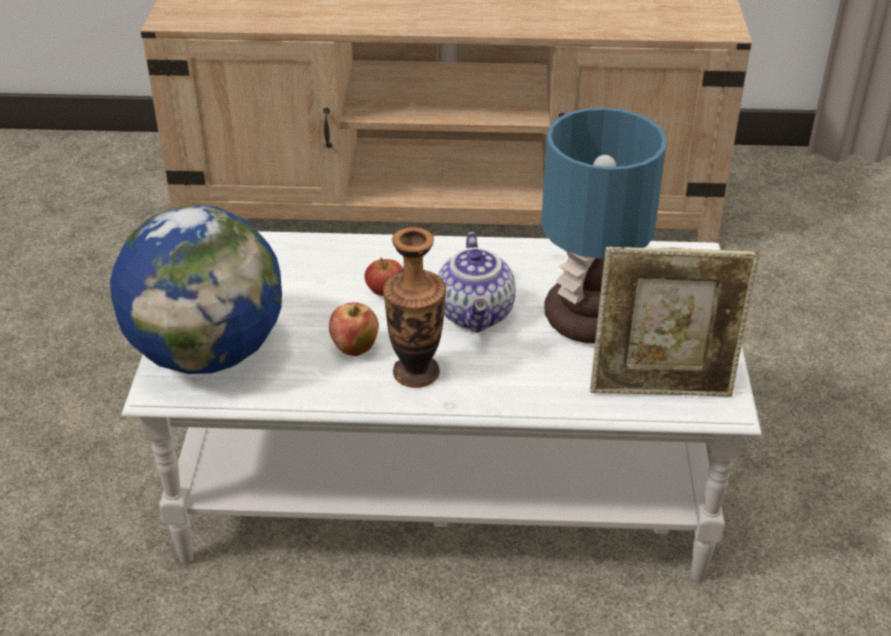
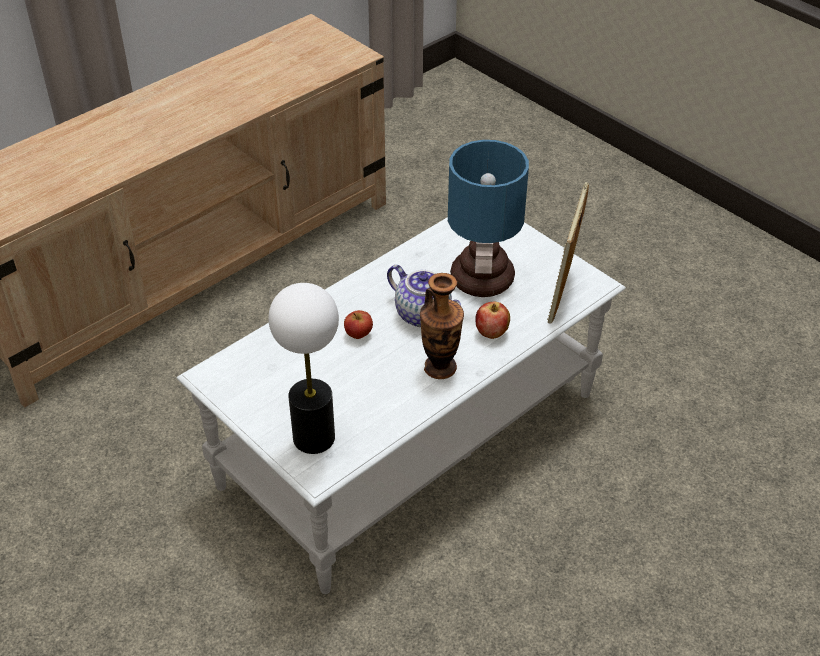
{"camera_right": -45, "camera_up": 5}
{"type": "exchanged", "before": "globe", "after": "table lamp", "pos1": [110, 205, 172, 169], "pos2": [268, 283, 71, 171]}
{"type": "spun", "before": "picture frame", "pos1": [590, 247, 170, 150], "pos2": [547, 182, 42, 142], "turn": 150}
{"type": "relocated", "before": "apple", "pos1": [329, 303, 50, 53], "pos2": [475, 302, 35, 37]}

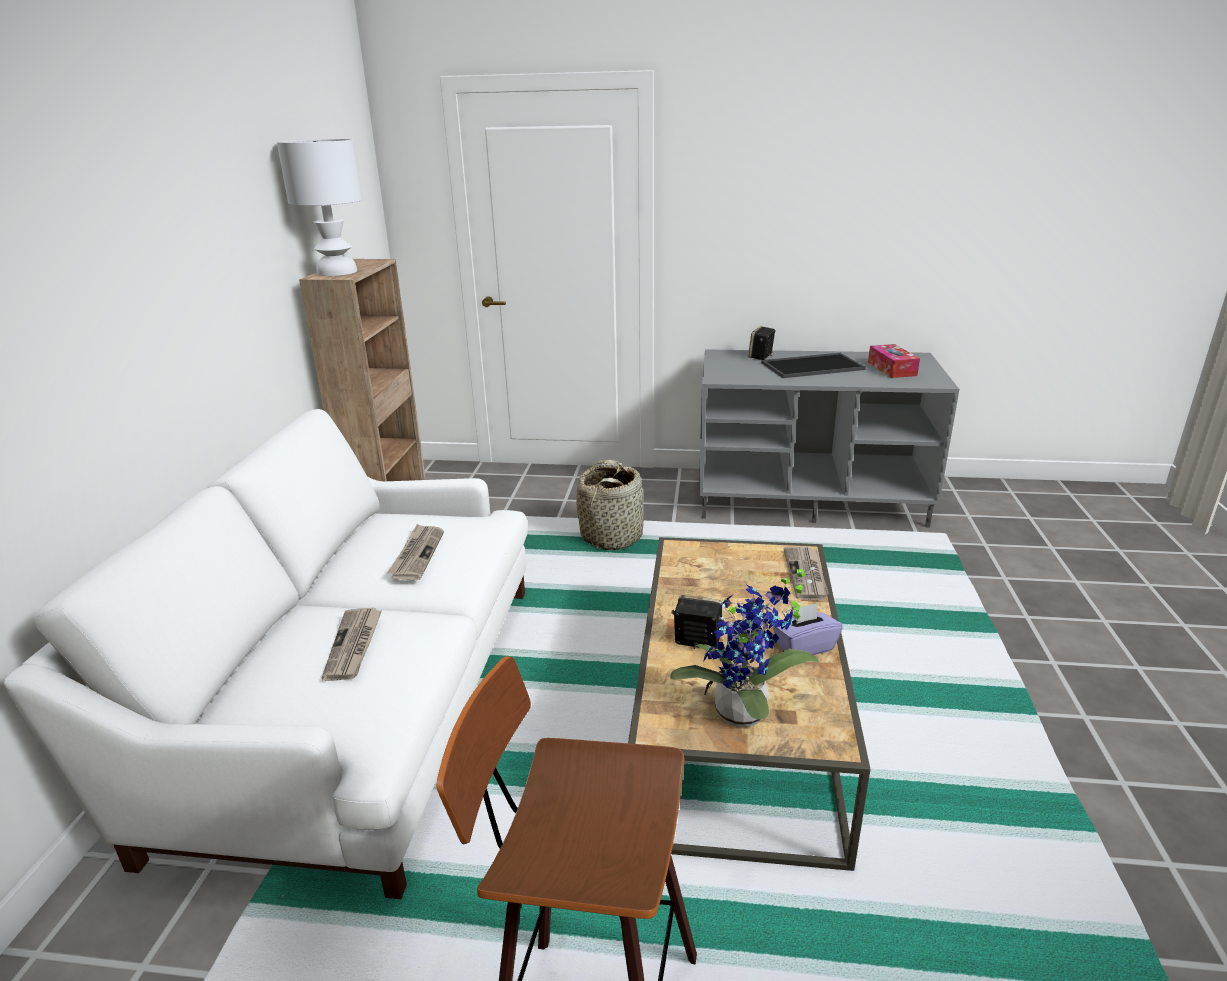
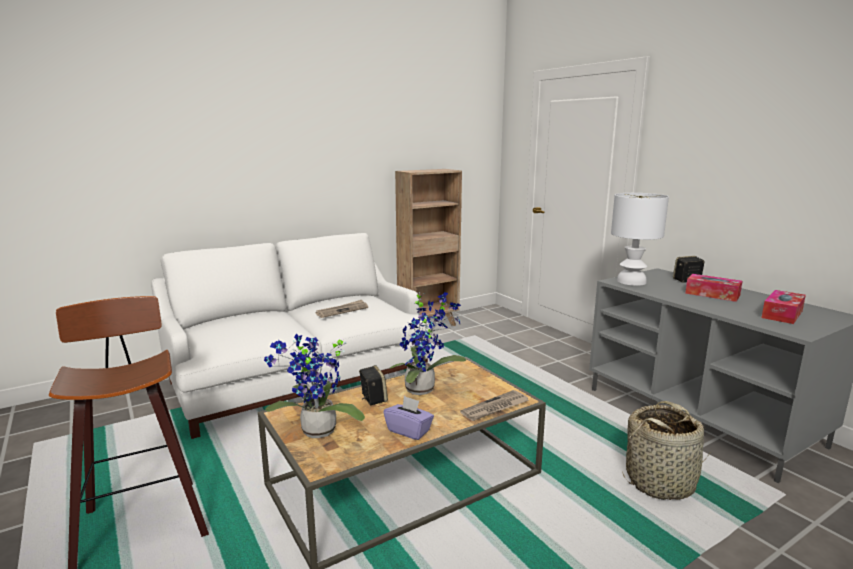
{"camera_right": 50, "camera_up": -10}
{"type": "relocated", "before": "white table lamp", "pos1": [277, 139, 85, 137], "pos2": [611, 193, 58, 93]}
{"type": "exchanged", "before": "tray", "after": "tissue box", "pos1": [761, 353, 105, 25], "pos2": [685, 274, 58, 28]}
{"type": "relocated", "before": "basket", "pos1": [576, 460, 68, 90], "pos2": [622, 401, 89, 99]}
{"type": "missing", "before": "newspaper", "pos1": [322, 608, 60, 73]}
{"type": "appeared", "after": "potted plant", "pos2": [390, 292, 76, 103]}

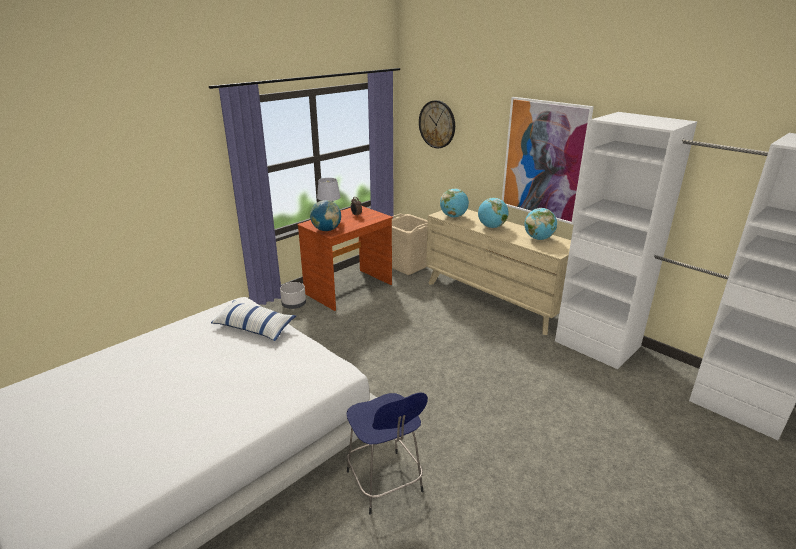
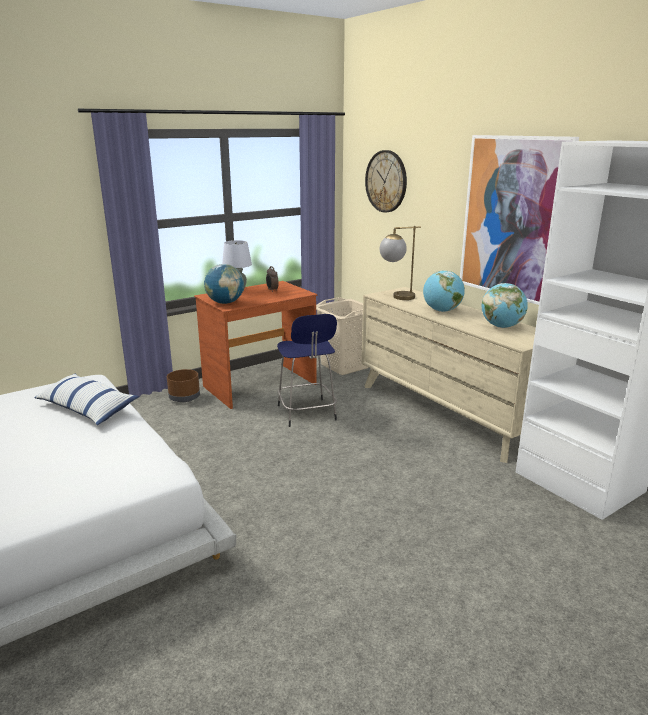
{"camera_right": 10, "camera_up": -5}
{"type": "exchanged", "before": "globe", "after": "table lamp", "pos1": [440, 188, 29, 30], "pos2": [379, 226, 42, 74]}
{"type": "colour", "before": "grey planter", "after": "brown planter", "pos1": [280, 282, 26, 27], "pos2": [167, 369, 33, 33]}
{"type": "relocated", "before": "blue stool", "pos1": [347, 393, 81, 122], "pos2": [277, 314, 60, 113]}

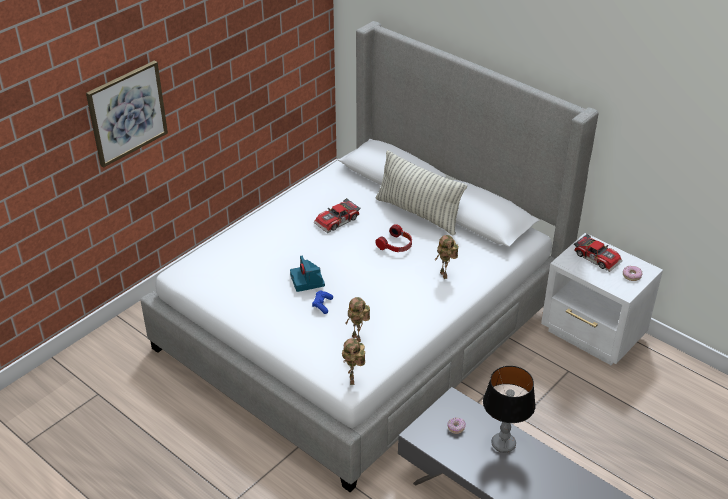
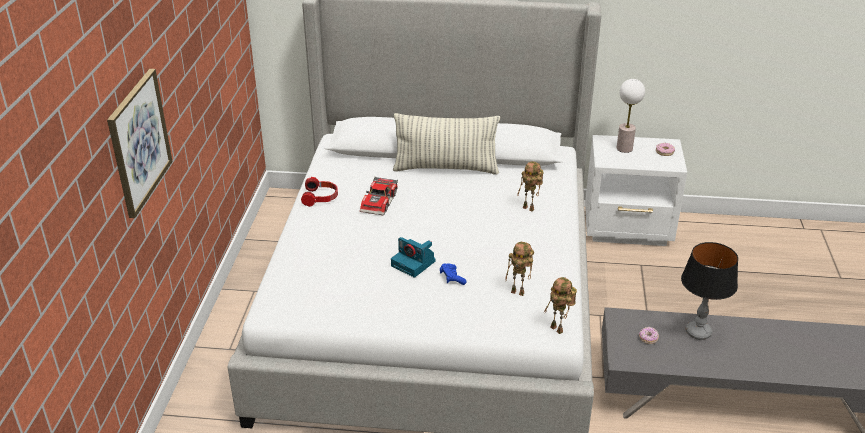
{"camera_right": -35, "camera_up": -5}
{"type": "relocated", "before": "headphones", "pos1": [375, 224, 37, 28], "pos2": [301, 177, 37, 30]}
{"type": "exchanged", "before": "toy car", "after": "table lamp", "pos1": [574, 234, 49, 38], "pos2": [617, 79, 28, 74]}

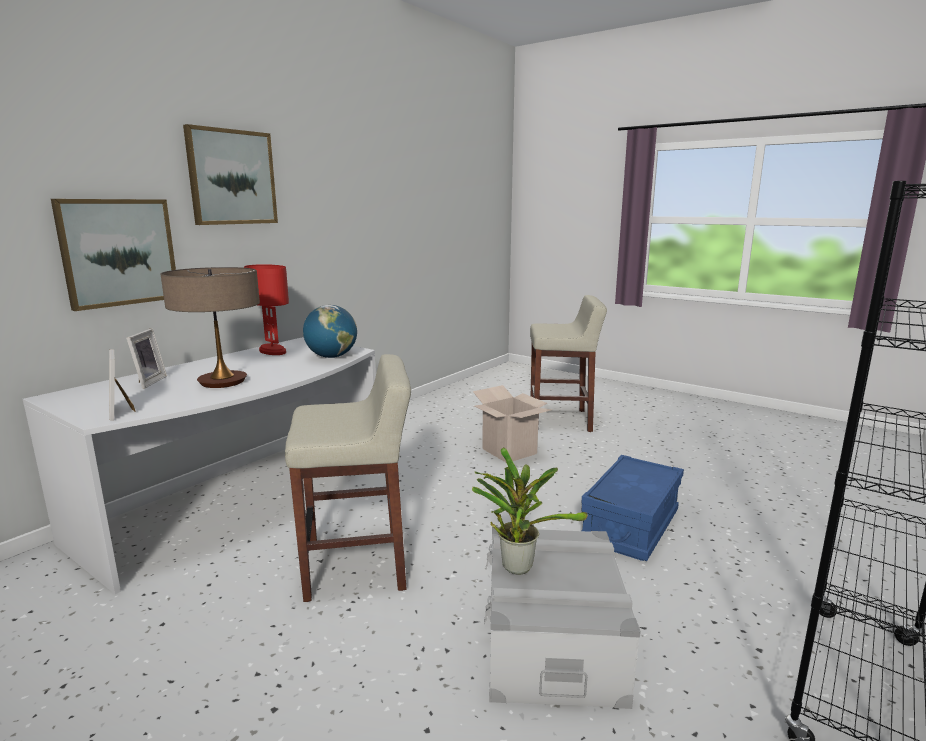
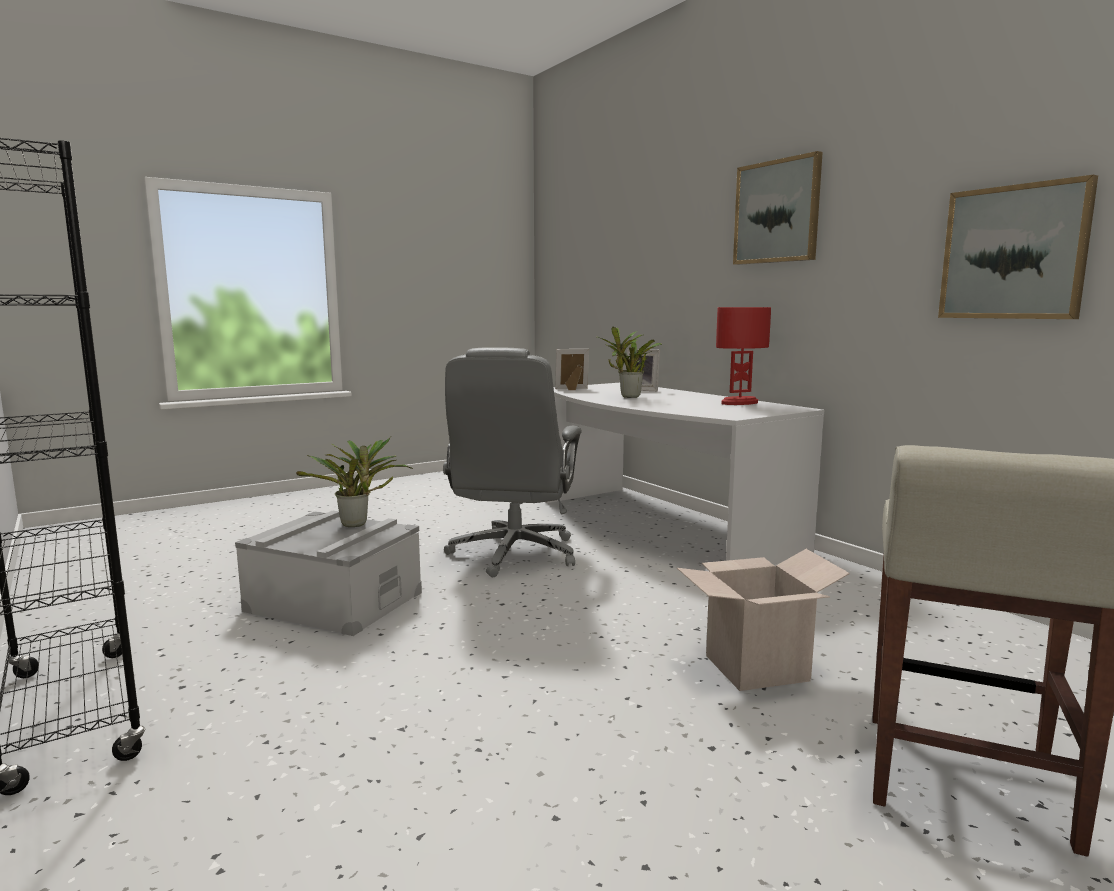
{"camera_right": 110, "camera_up": -5}
{"type": "relocated", "before": "picture", "pos1": [51, 199, 125, 112], "pos2": [938, 175, 160, 144]}
{"type": "exchanged", "before": "table lamp", "after": "potted plant", "pos1": [161, 267, 99, 121], "pos2": [596, 327, 66, 71]}
{"type": "missing", "before": "globe", "pos1": [303, 305, 54, 53]}
{"type": "exchanged", "before": "beige stool", "after": "grey office chair", "pos1": [285, 354, 126, 248], "pos2": [443, 347, 139, 230]}
{"type": "missing", "before": "blue storage box", "pos1": [581, 455, 103, 106]}

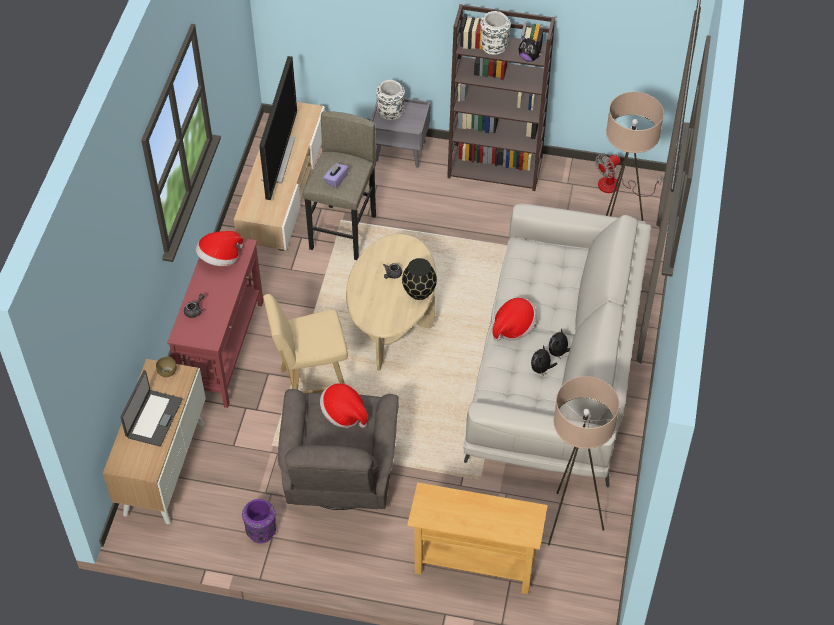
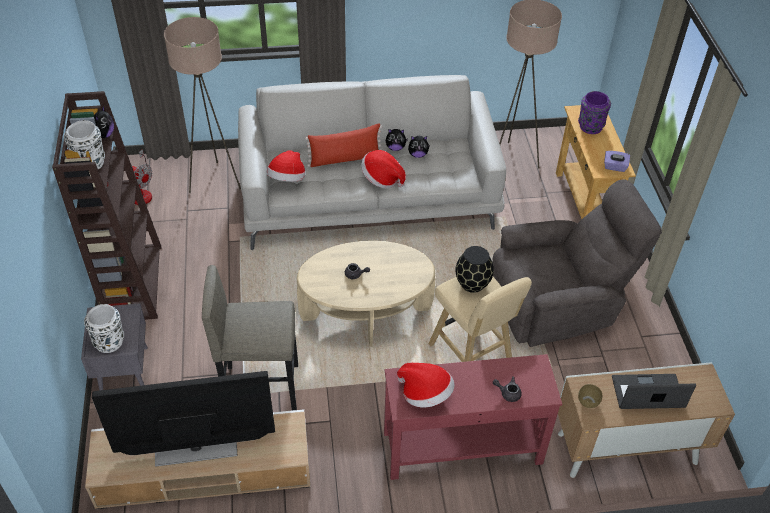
{"camera_right": -110, "camera_up": -5}
{"type": "relocated", "before": "purple tissue box", "pos1": [324, 163, 25, 25], "pos2": [604, 151, 26, 21]}
{"type": "relocated", "before": "black vase", "pos1": [402, 258, 35, 42], "pos2": [455, 246, 39, 47]}
{"type": "relocated", "before": "hat", "pos1": [320, 383, 48, 45], "pos2": [266, 150, 39, 32]}
{"type": "relocated", "before": "purple vase", "pos1": [242, 499, 34, 44], "pos2": [578, 91, 33, 43]}
{"type": "appeared", "after": "red pillow", "pos2": [305, 123, 77, 44]}

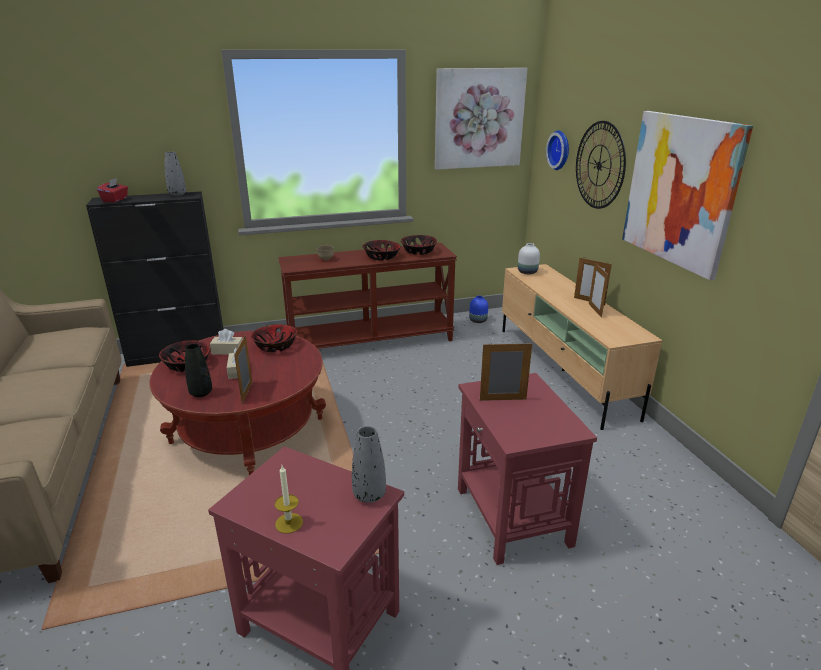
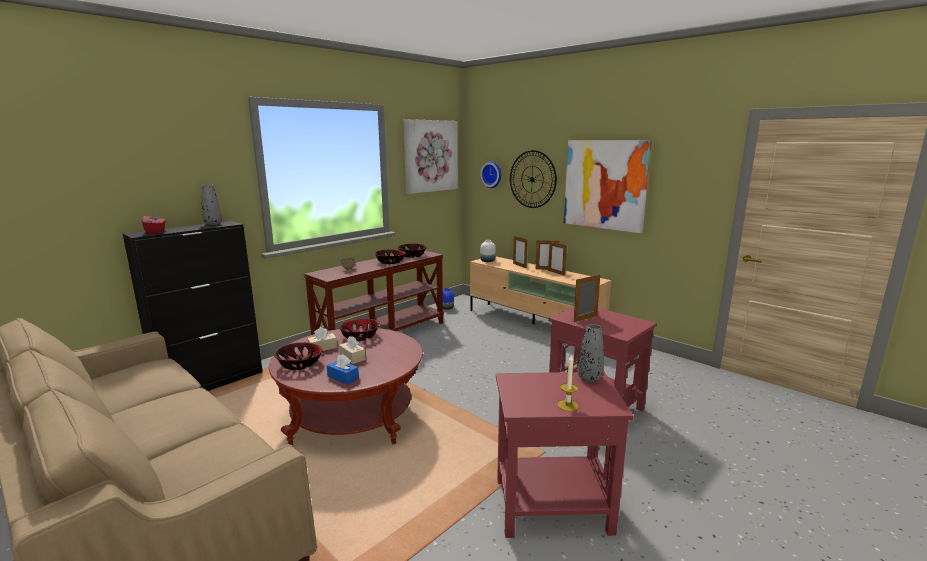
{"camera_right": -30, "camera_up": -10}
{"type": "relocated", "before": "picture frame", "pos1": [234, 335, 18, 69], "pos2": [513, 236, 15, 32]}
{"type": "exchanged", "before": "black vase", "after": "blue tissue box", "pos1": [185, 344, 27, 53], "pos2": [327, 354, 32, 31]}

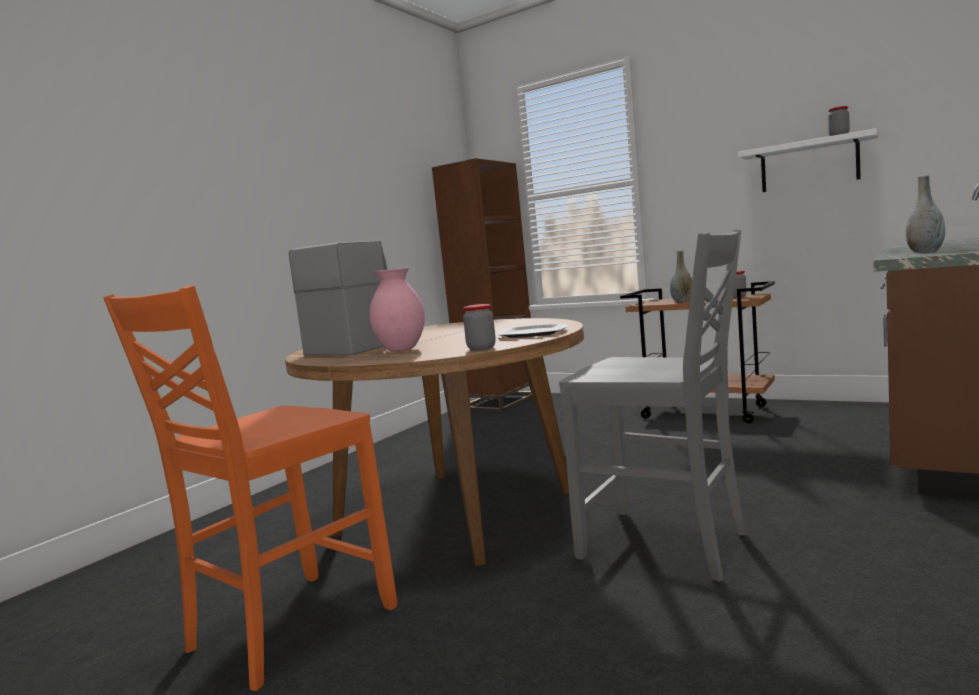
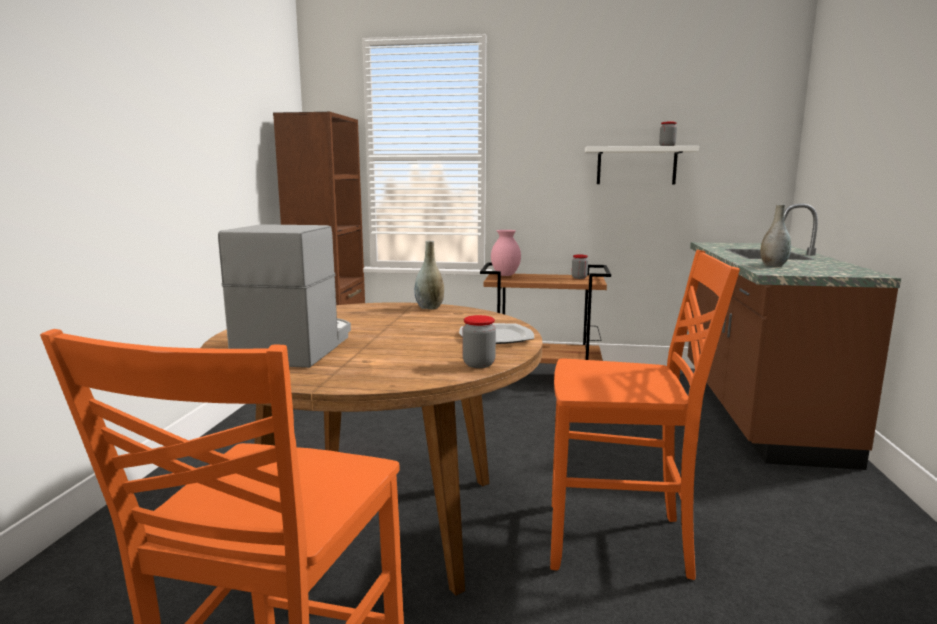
{"camera_right": -25, "camera_up": 5}
{"type": "colour", "before": "grey chair", "after": "orange chair", "pos1": [559, 230, 187, 352], "pos2": [550, 250, 190, 330]}
{"type": "relocated", "before": "grey vase", "pos1": [670, 251, 22, 51], "pos2": [414, 241, 30, 68]}
{"type": "relocated", "before": "pink vase", "pos1": [369, 268, 56, 83], "pos2": [491, 230, 30, 46]}

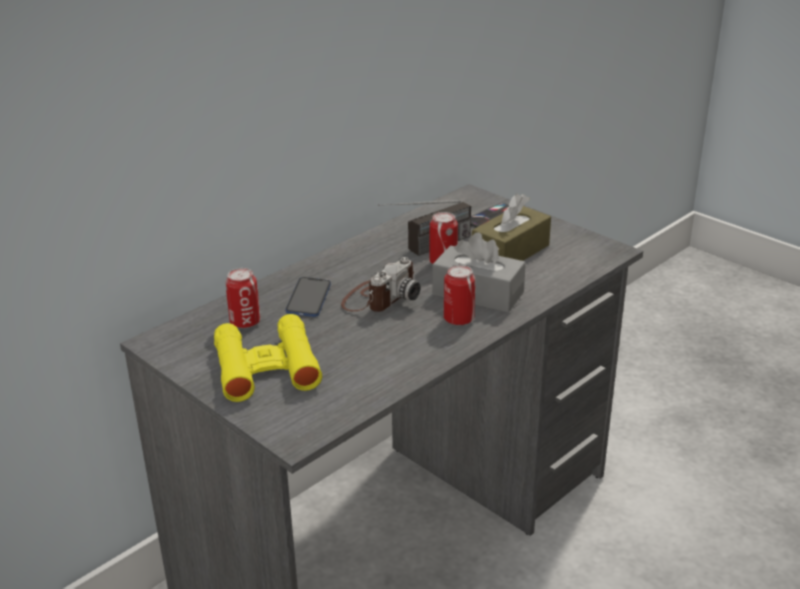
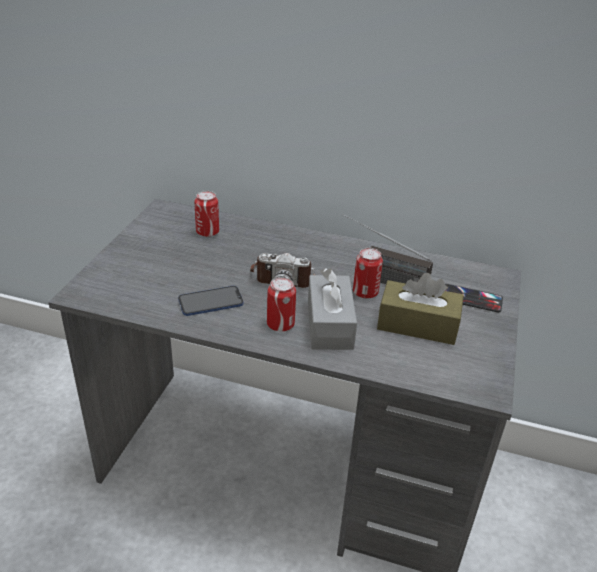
{"camera_right": 60, "camera_up": 5}
{"type": "relocated", "before": "phone", "pos1": [286, 277, 45, 40], "pos2": [178, 286, 66, 30]}
{"type": "missing", "before": "yellow binoculars", "pos1": [214, 314, 108, 88]}

